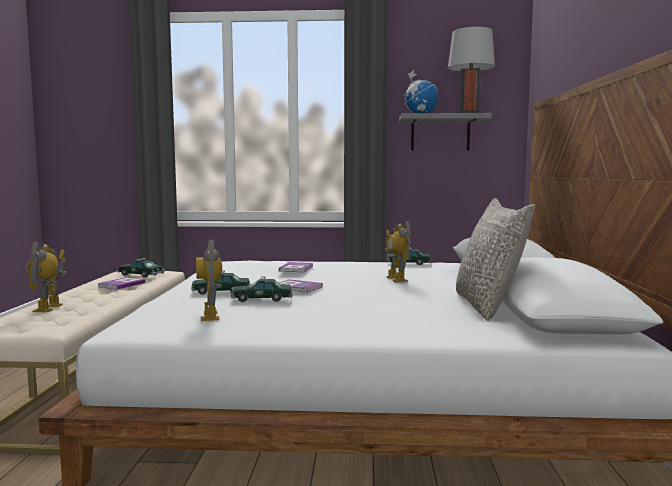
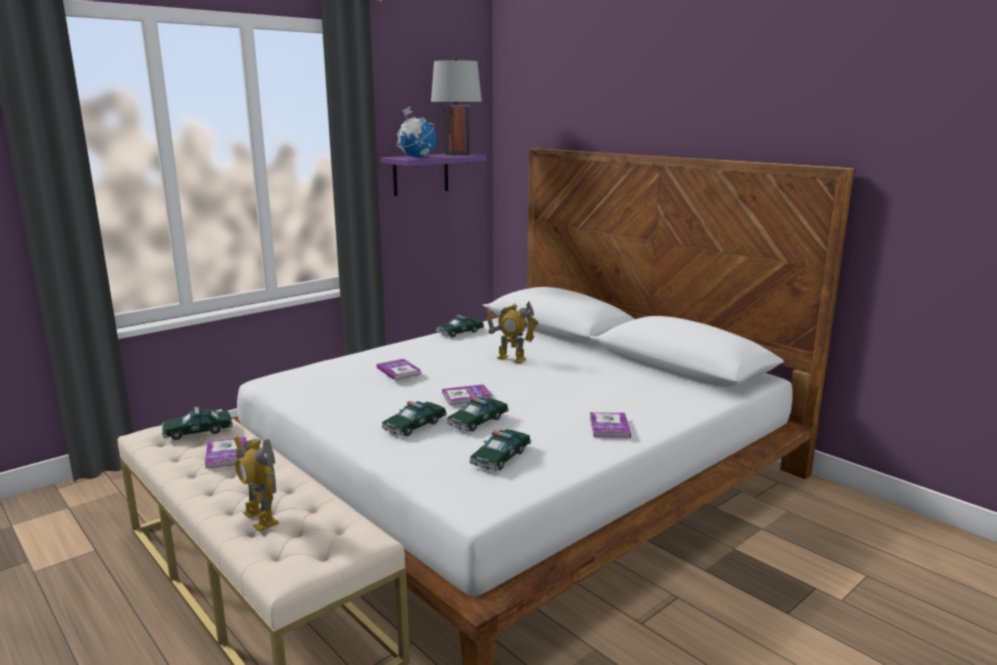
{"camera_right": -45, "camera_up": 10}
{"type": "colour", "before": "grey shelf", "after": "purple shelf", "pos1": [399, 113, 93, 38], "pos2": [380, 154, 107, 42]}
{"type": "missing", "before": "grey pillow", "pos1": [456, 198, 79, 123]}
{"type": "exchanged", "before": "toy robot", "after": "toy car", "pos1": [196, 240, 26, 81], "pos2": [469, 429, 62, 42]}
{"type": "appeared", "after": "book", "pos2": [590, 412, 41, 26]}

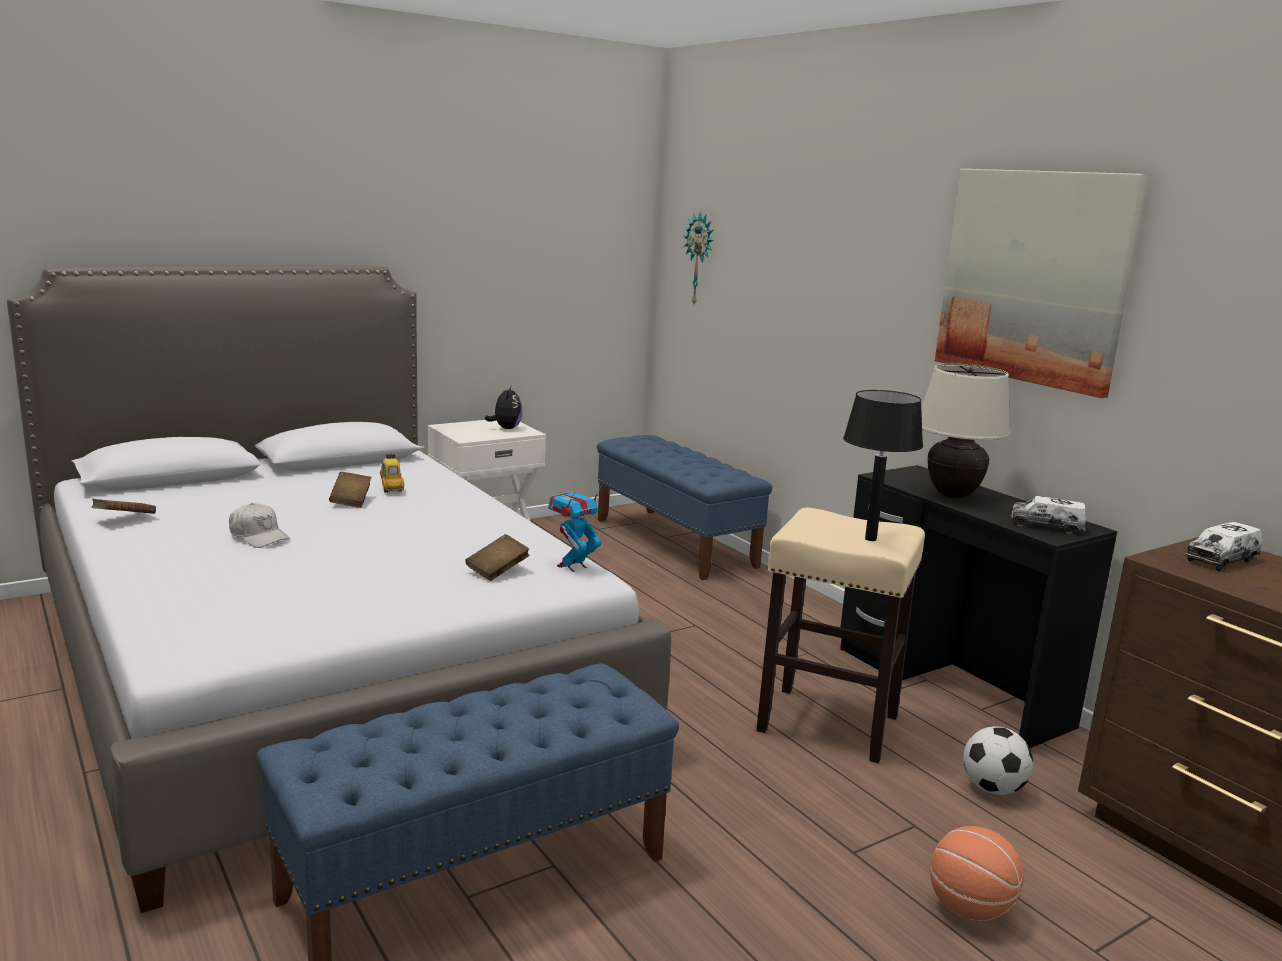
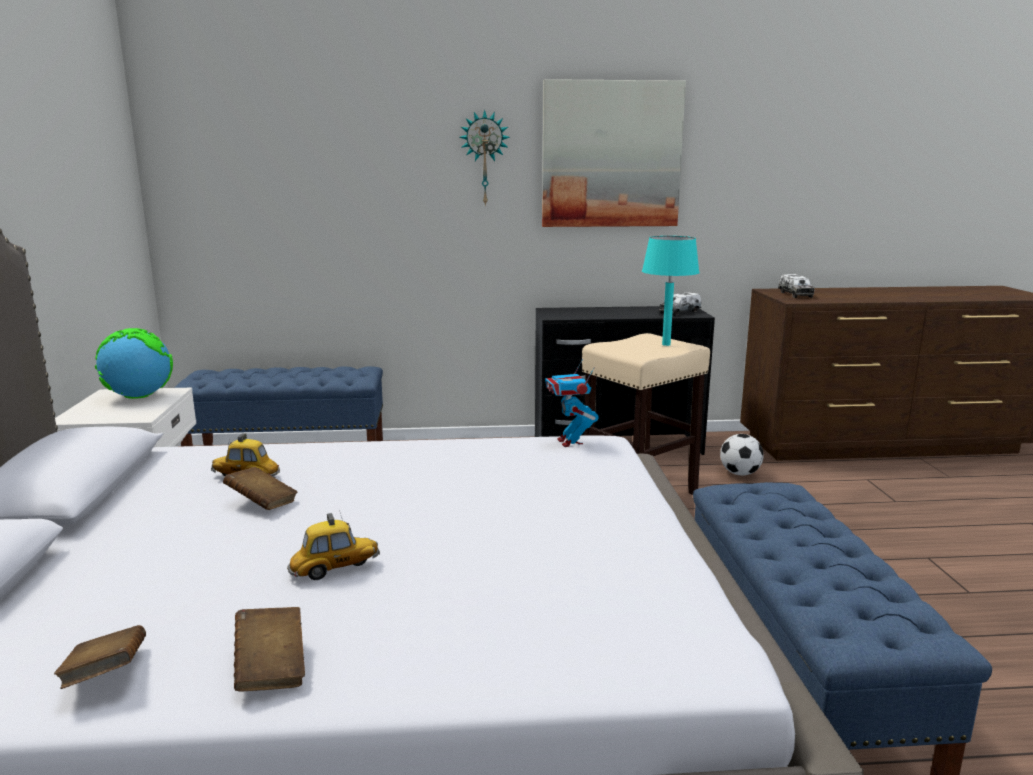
{"camera_right": -60, "camera_up": 0}
{"type": "relocated", "before": "wall clock", "pos1": [683, 212, 31, 92], "pos2": [459, 109, 51, 97]}
{"type": "missing", "before": "beige table lamp", "pos1": [921, 364, 90, 135]}
{"type": "exchanged", "before": "plush toy", "after": "globe", "pos1": [485, 386, 38, 43], "pos2": [95, 328, 78, 71]}
{"type": "colour", "before": "black table lamp", "after": "turquoise table lamp", "pos1": [843, 390, 80, 151], "pos2": [642, 236, 58, 110]}
{"type": "exchanged", "before": "white cap", "after": "toy car", "pos1": [229, 503, 61, 45], "pos2": [287, 513, 93, 67]}
{"type": "relocated", "before": "brown book", "pos1": [465, 534, 64, 47], "pos2": [234, 607, 71, 84]}
{"type": "missing", "before": "basketball", "pos1": [930, 826, 94, 96]}

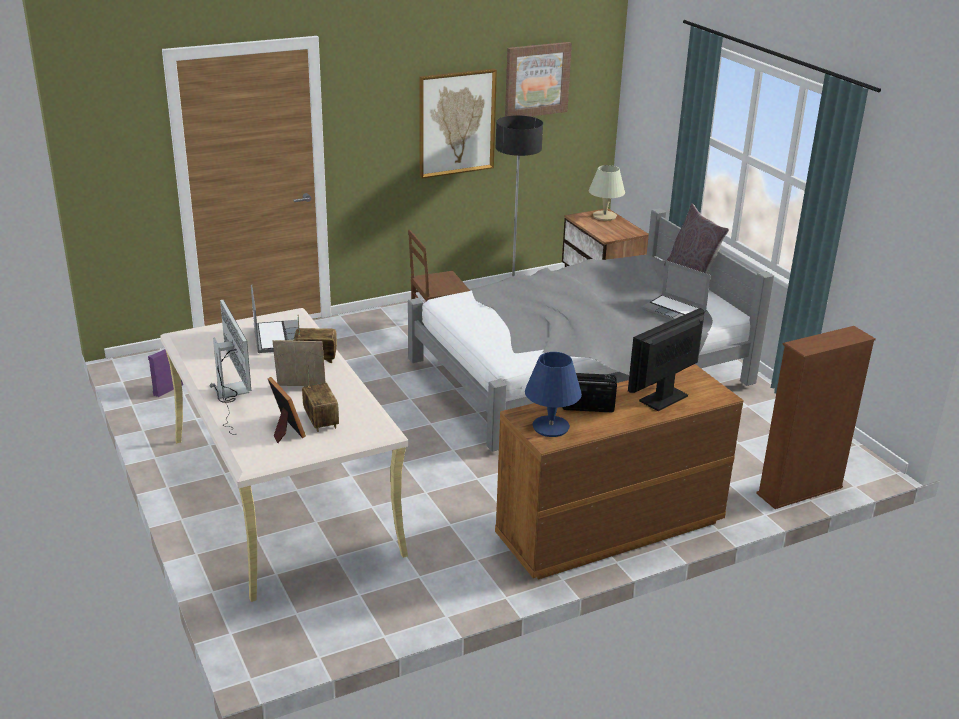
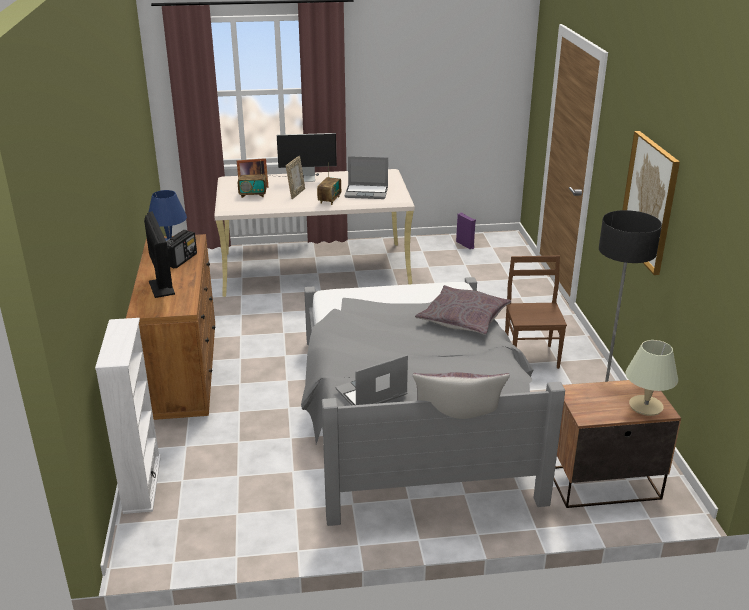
{"camera_right": 110, "camera_up": 0}
{"type": "missing", "before": "picture", "pos1": [505, 42, 67, 75]}
{"type": "colour", "before": "brown bookcase", "after": "white bookcase", "pos1": [756, 326, 120, 183], "pos2": [95, 318, 66, 196]}
{"type": "appeared", "after": "grey pillow", "pos2": [415, 285, 96, 50]}

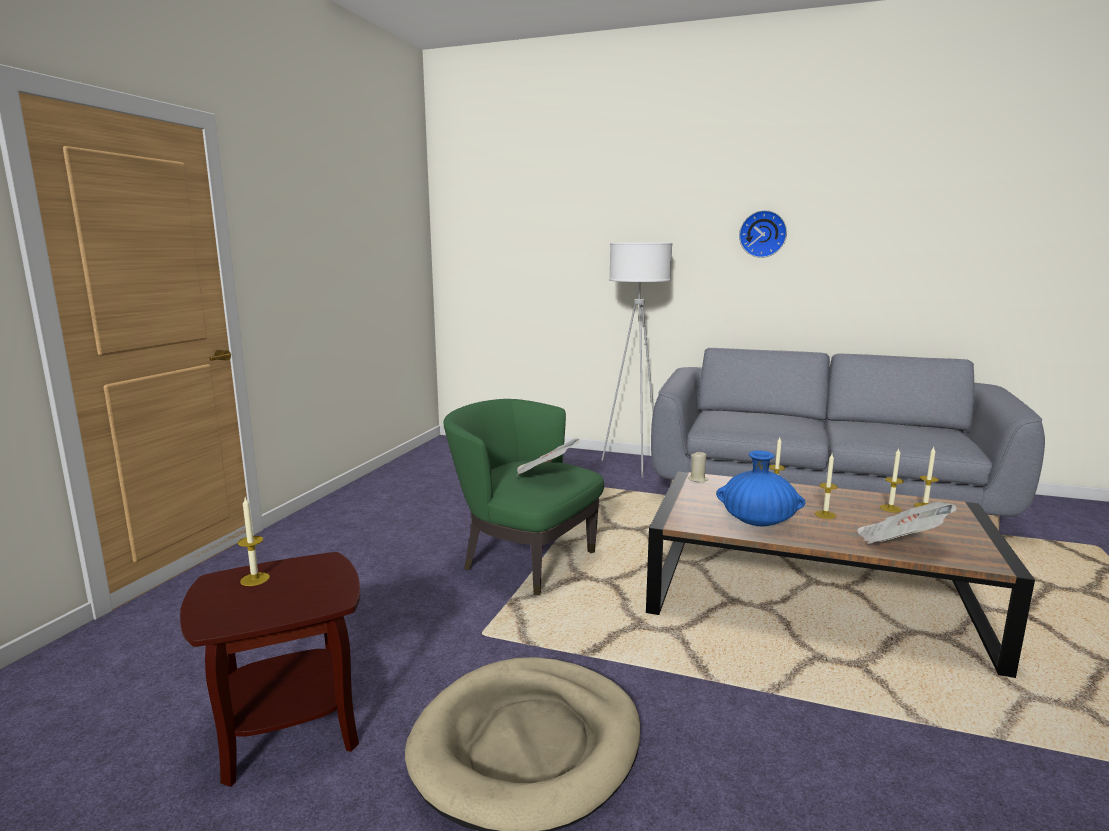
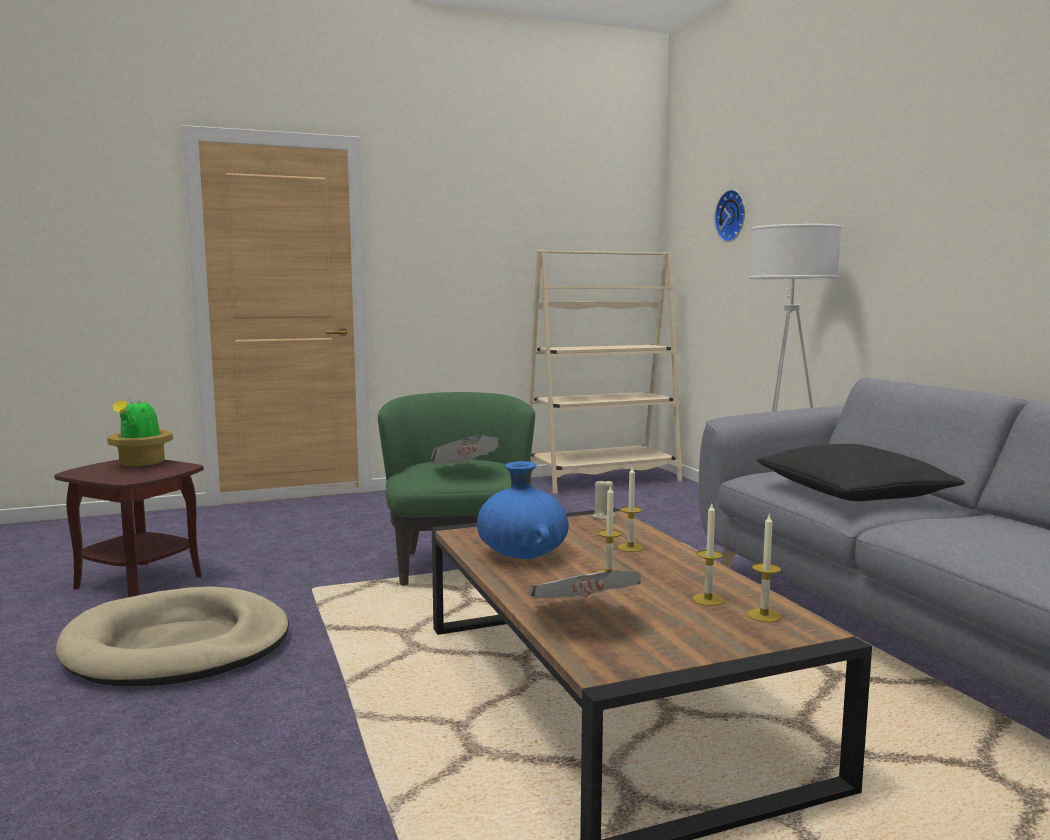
{"camera_right": 50, "camera_up": -5}
{"type": "relocated", "before": "wall clock", "pos1": [739, 210, 48, 48], "pos2": [714, 189, 31, 53]}
{"type": "exchanged", "before": "candle", "after": "potted plant", "pos1": [238, 498, 32, 88], "pos2": [107, 398, 66, 69]}
{"type": "appeared", "after": "beige bookcase", "pos2": [528, 250, 154, 244]}
{"type": "appeared", "after": "black pillow", "pos2": [757, 444, 208, 57]}

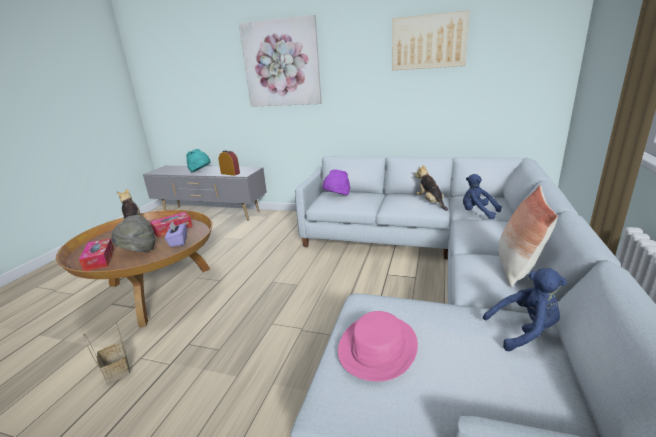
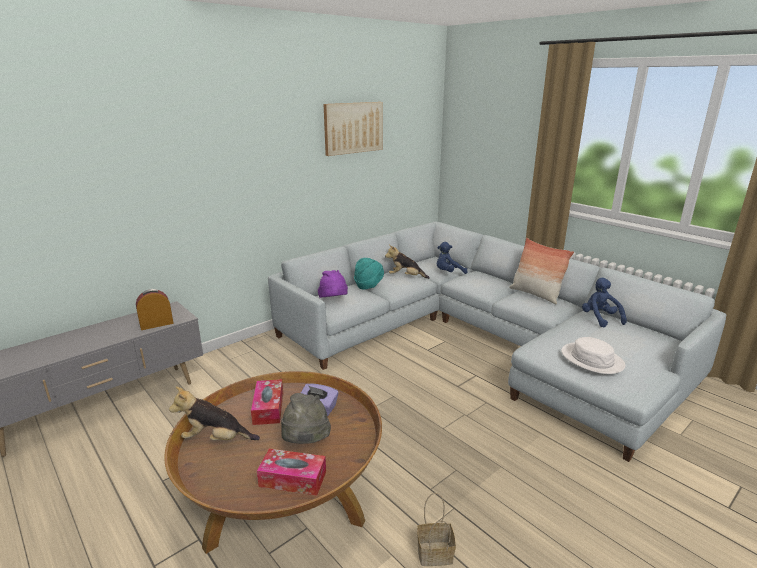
{"camera_right": -60, "camera_up": 0}
{"type": "missing", "before": "picture", "pos1": [239, 15, 83, 92]}
{"type": "relocated", "before": "turquoise hat", "pos1": [186, 149, 25, 23], "pos2": [354, 258, 30, 32]}
{"type": "spun", "before": "blue plush toy", "pos1": [483, 268, 84, 83], "pos2": [582, 278, 45, 50], "turn": -45}
{"type": "colour", "before": "pink hat", "after": "white hat", "pos1": [338, 311, 80, 71], "pos2": [561, 337, 64, 37]}

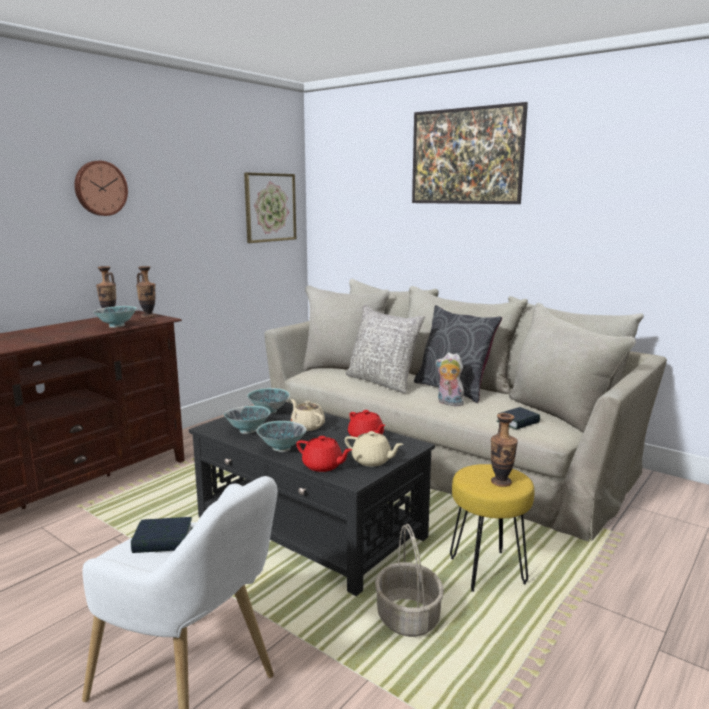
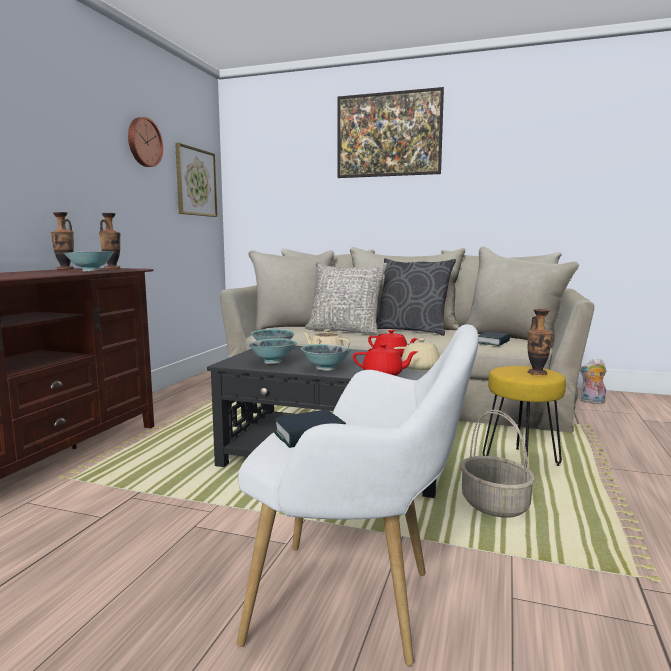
{"camera_right": -20, "camera_up": -5}
{"type": "relocated", "before": "wall clock", "pos1": [74, 161, 54, 55], "pos2": [128, 117, 35, 50]}
{"type": "relocated", "before": "plush toy", "pos1": [436, 353, 28, 53], "pos2": [580, 359, 27, 45]}

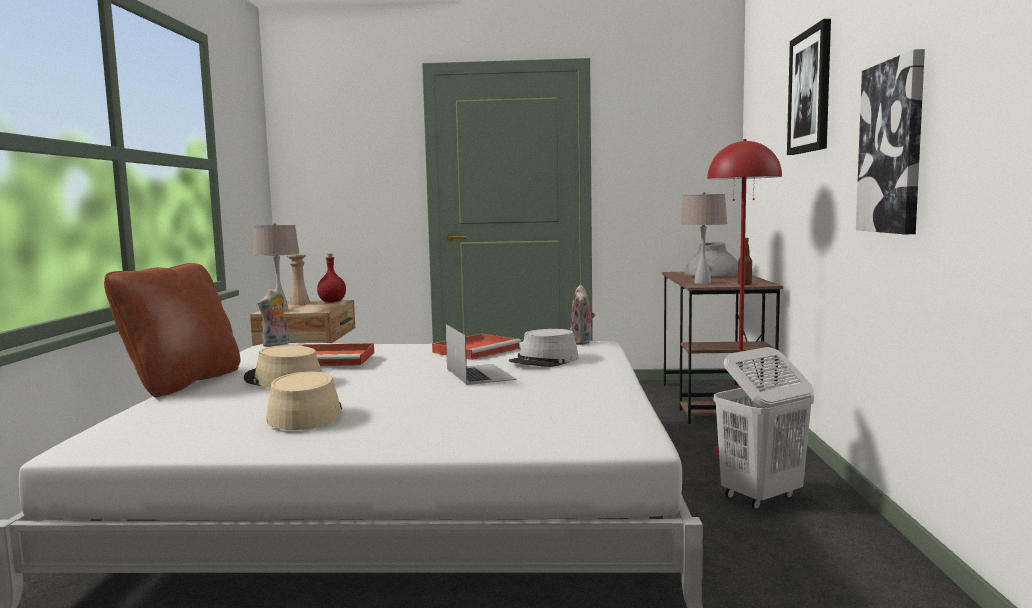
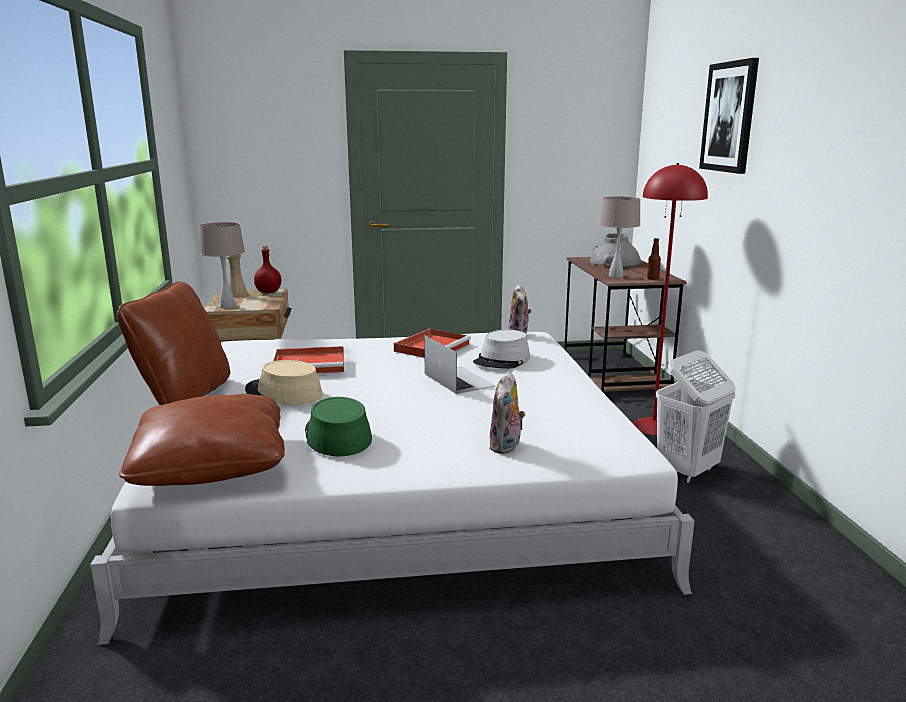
{"camera_right": -10, "camera_up": 10}
{"type": "missing", "before": "picture", "pos1": [856, 49, 69, 185]}
{"type": "relocated", "before": "plush toy", "pos1": [258, 288, 32, 59], "pos2": [489, 371, 36, 83]}
{"type": "colour", "before": "beige hat", "after": "green hat", "pos1": [266, 371, 76, 59], "pos2": [305, 397, 67, 59]}
{"type": "appeared", "after": "brown pillow", "pos2": [119, 394, 166, 92]}

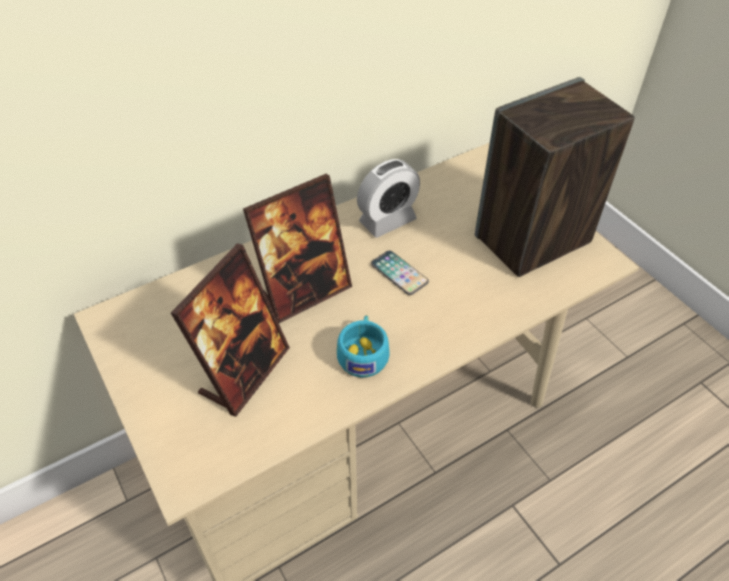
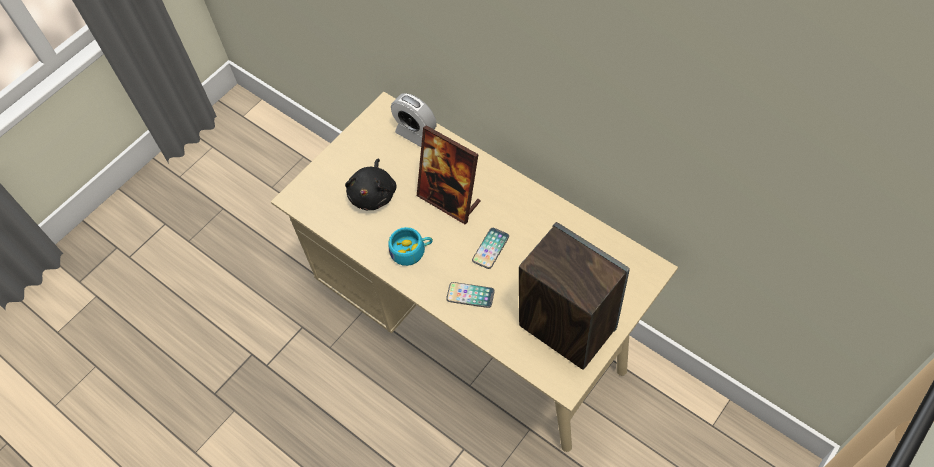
{"camera_right": 75, "camera_up": 10}
{"type": "relocated", "before": "alarm clock", "pos1": [357, 159, 63, 79], "pos2": [391, 93, 45, 54]}
{"type": "exchanged", "before": "picture frame", "after": "black plush toy", "pos1": [171, 244, 119, 173], "pos2": [345, 158, 52, 52]}
{"type": "appeared", "after": "phone", "pos2": [446, 282, 49, 26]}

